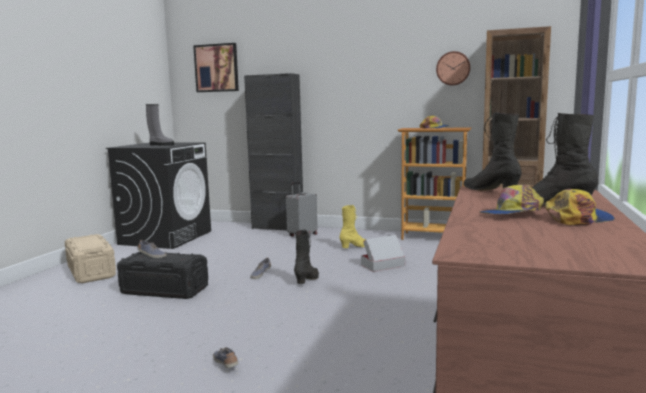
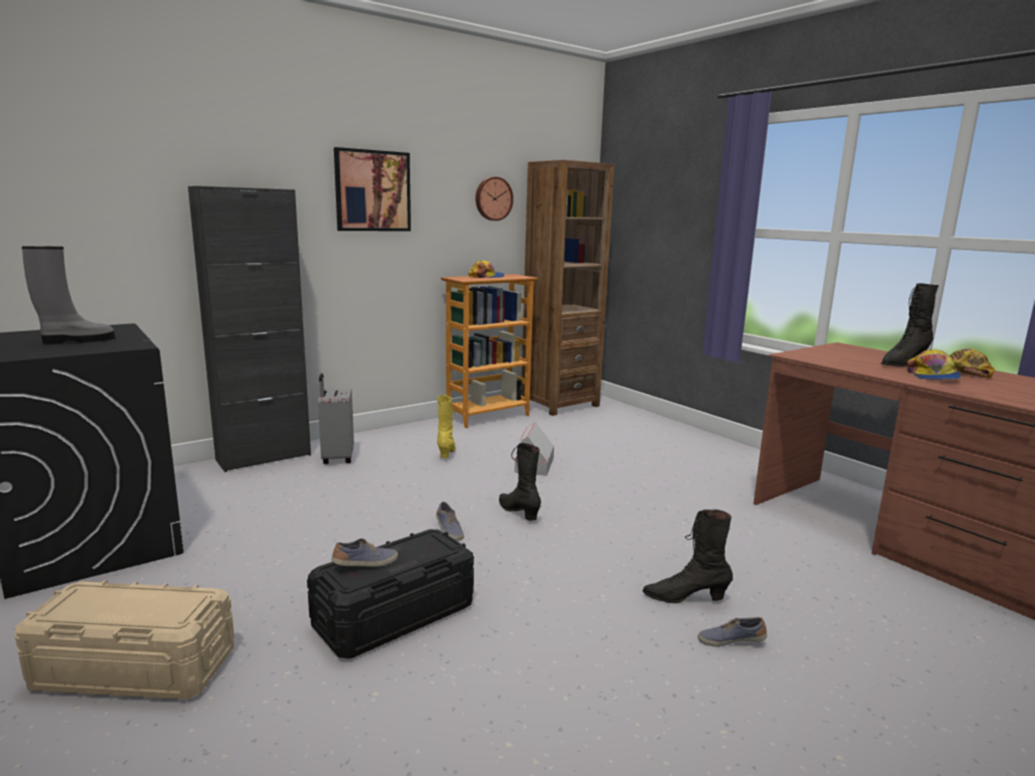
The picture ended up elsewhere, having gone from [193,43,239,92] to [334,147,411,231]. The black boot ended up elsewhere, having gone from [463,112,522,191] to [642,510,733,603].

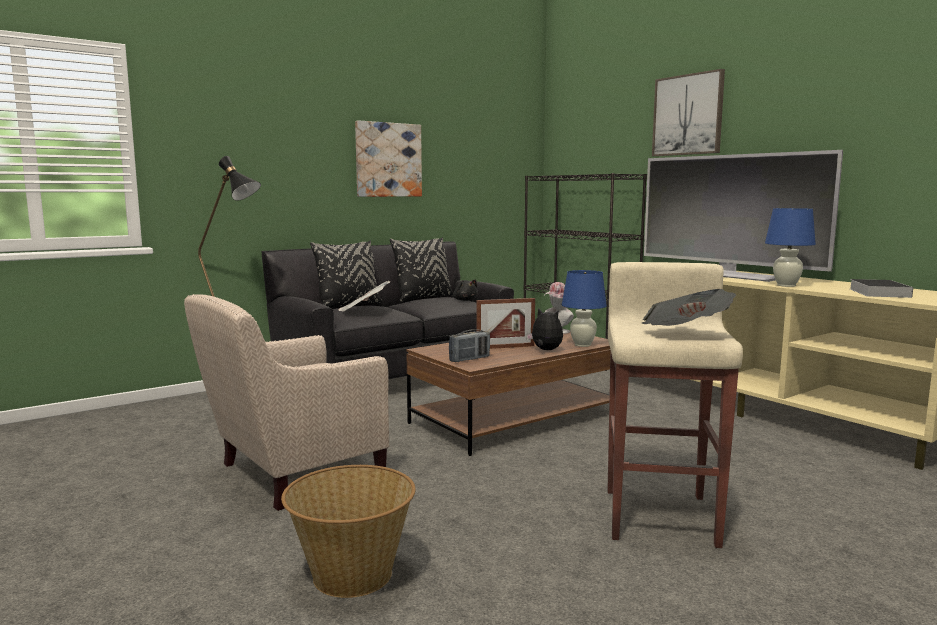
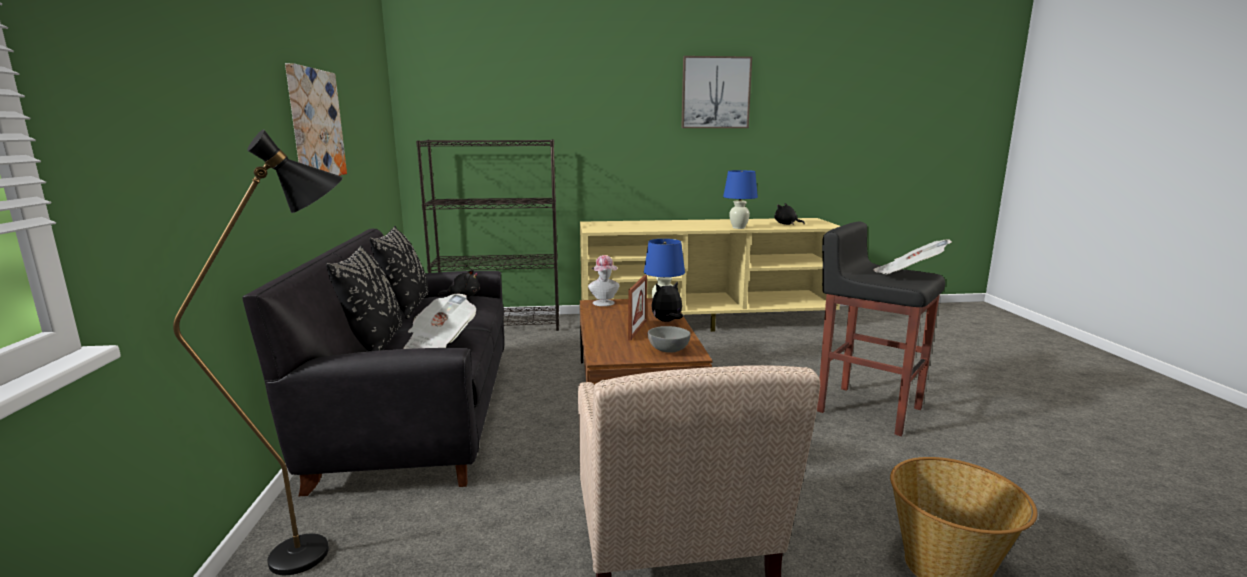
The picture ended up elsewhere, having gone from [652,69,725,156] to [681,56,752,128]. The second view lost the television at [644,150,843,282]. What was the beige stool at [608,262,743,548] turned into the black stool at [817,222,945,436]. Where the book stood at [850,279,913,298], the black plush toy came to stand at [774,203,805,225]. Where the radio stood at [449,329,490,362], the grey bowl came to stand at [647,326,691,353].

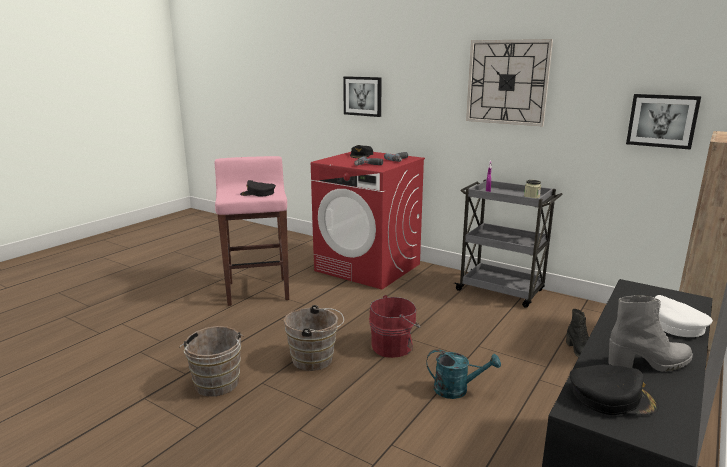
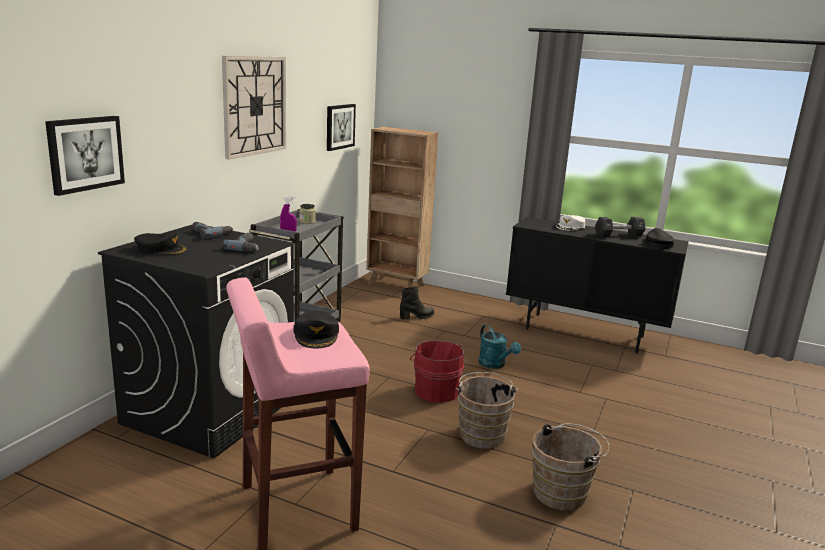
What was the red washing machine at [311,152,425,289] turned into the black washing machine at [98,225,294,458]. Where the grey boot stood at [608,295,693,372], the black dumbbell came to stand at [595,217,646,237]. The turquoise watering can at [426,349,501,399] ended up facing another way, 150 degrees clockwise from before.

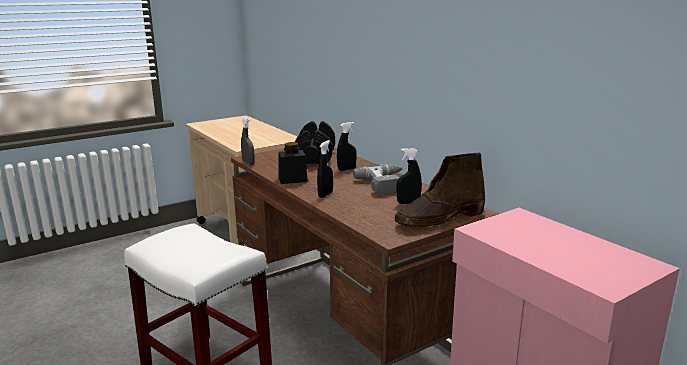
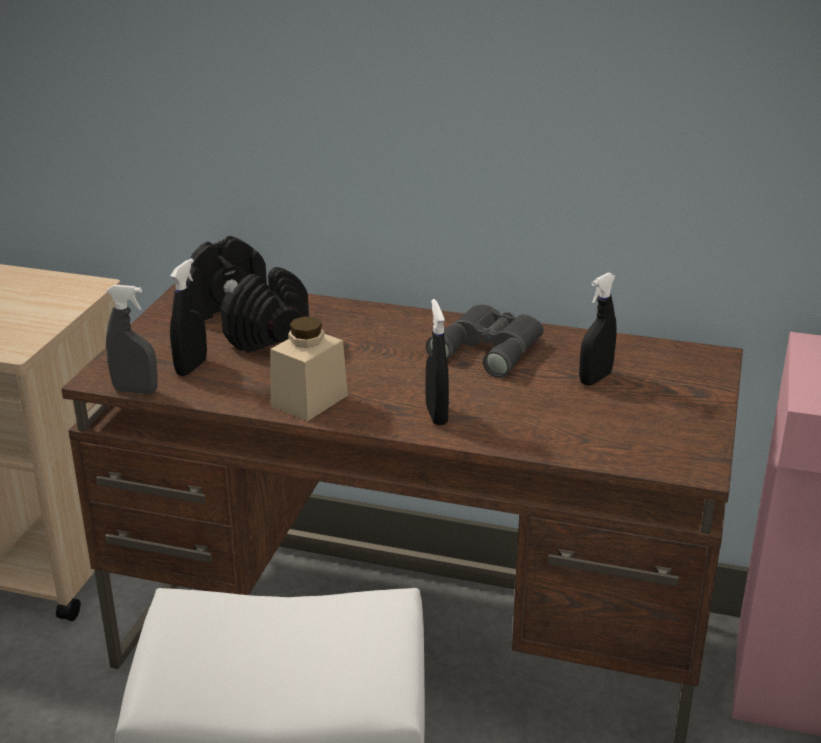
The black spray bottle ended up elsewhere, having gone from [337,122,357,171] to [170,258,207,376]. What was the black jar at [278,142,308,184] turned into the beige jar at [270,316,348,421]. The second view lost the brown boot at [395,153,485,228]. Where the power drill stood at [353,165,403,194], the grey binoculars came to stand at [426,304,544,378].

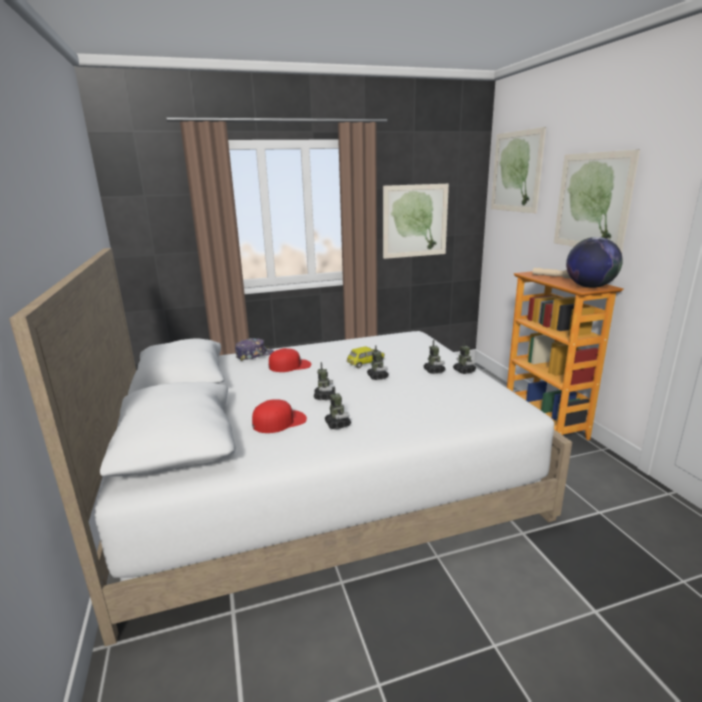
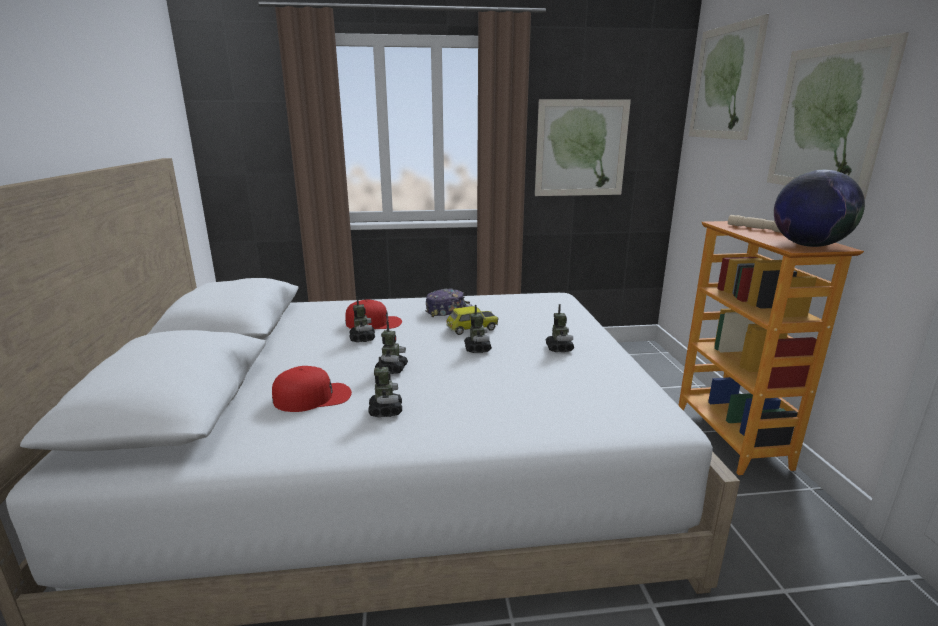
The cap ended up elsewhere, having gone from [235,338,274,361] to [425,288,473,317]. The toy robot ended up elsewhere, having gone from [453,340,477,374] to [350,296,375,342].

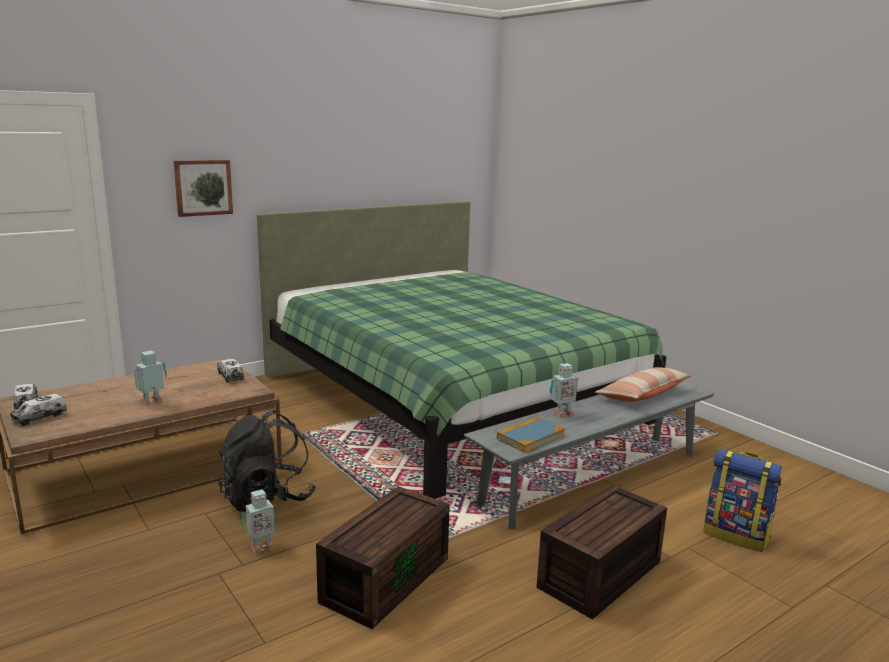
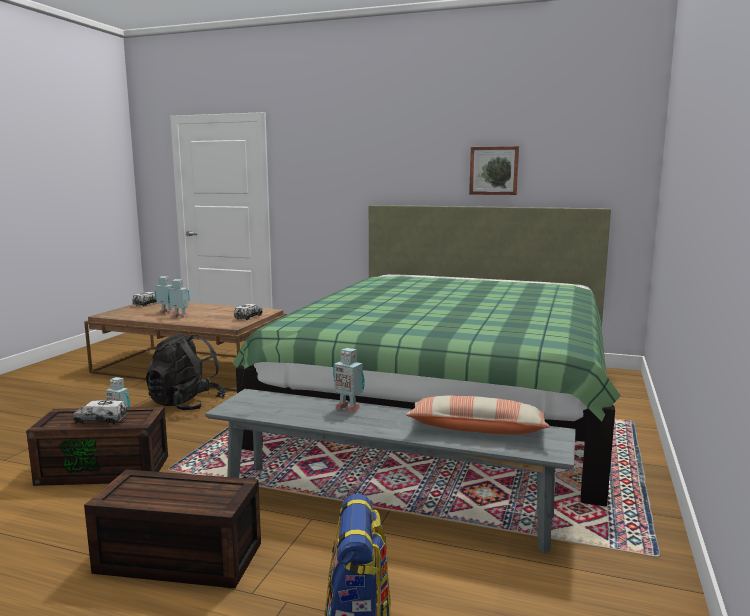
The picture ended up elsewhere, having gone from [174,160,233,217] to [469,146,519,195]. The toy truck ended up elsewhere, having gone from [10,393,67,426] to [73,400,127,424]. The second view lost the book at [497,417,565,453]. The second view gained the toy robot at [155,276,175,314].

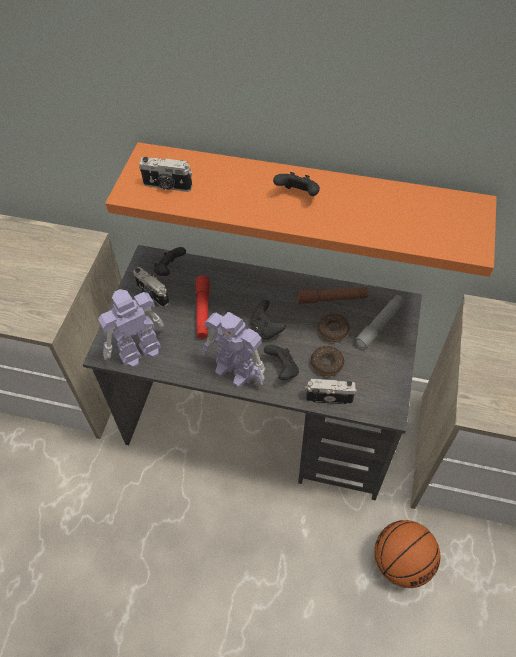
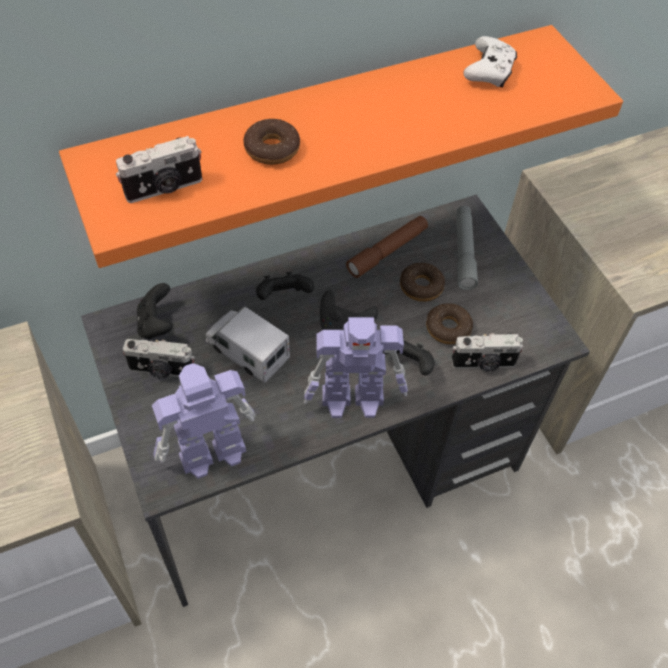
The black game controller ended up elsewhere, having gone from [273,172,320,196] to [256,272,314,300]. Where the red flashlight stood at [196,275,209,339], the toy truck came to stand at [206,307,290,384]. The toy robot at [98,289,164,368] ended up facing another way, 45 degrees clockwise from before. The photo camera at [305,379,357,404] ended up facing another way, 150 degrees counterclockwise from before. The second view lost the basketball at [374,520,440,588]. The second view gained the white game controller at [463,36,517,87]. The second view gained the donut at [244,119,300,165].

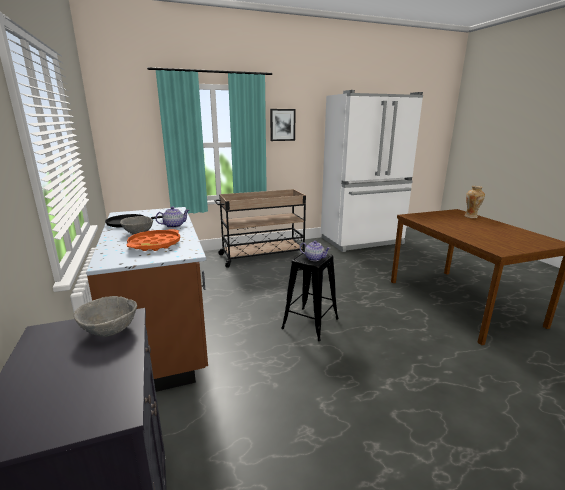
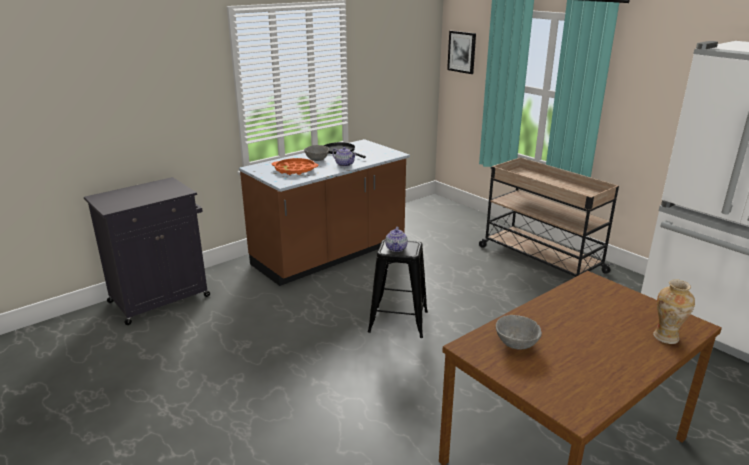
The picture ended up elsewhere, having gone from [270,109,296,141] to [447,31,476,74]. The grey bowl ended up elsewhere, having gone from [74,296,137,337] to [496,315,542,350].

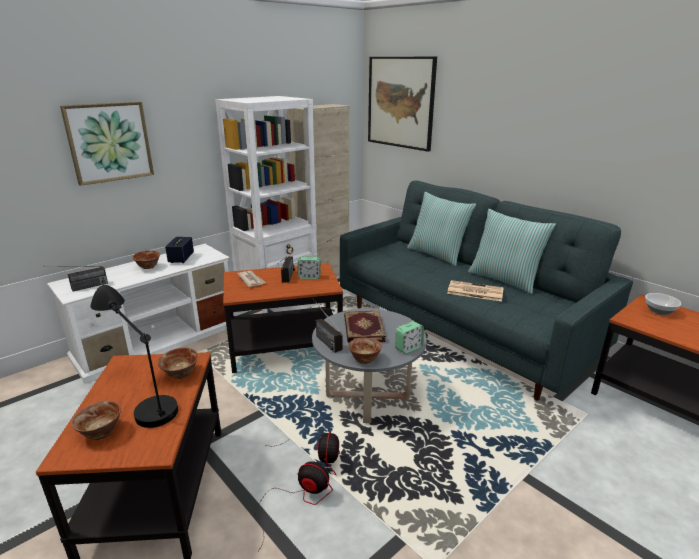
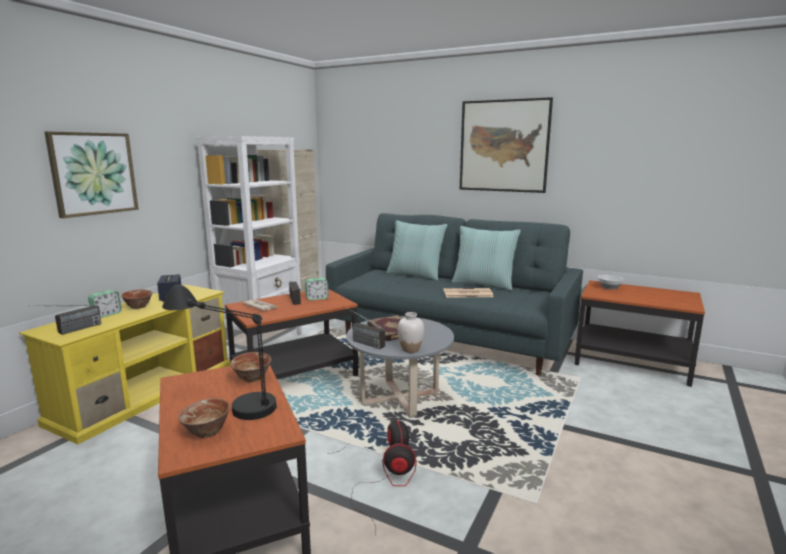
The picture ended up elsewhere, having gone from [368,57,437,152] to [460,97,553,193]. What was the white tv stand at [47,244,234,383] turned into the yellow tv stand at [19,285,230,444]. The alarm clock ended up elsewhere, having gone from [395,321,424,354] to [88,290,122,318]. Where the bowl stood at [348,337,382,364], the white vase came to stand at [398,312,424,353].

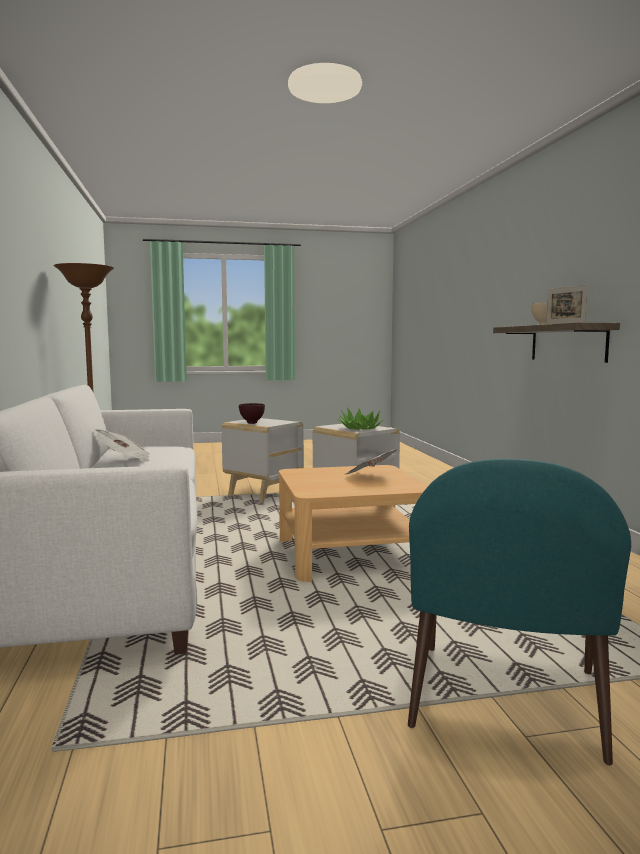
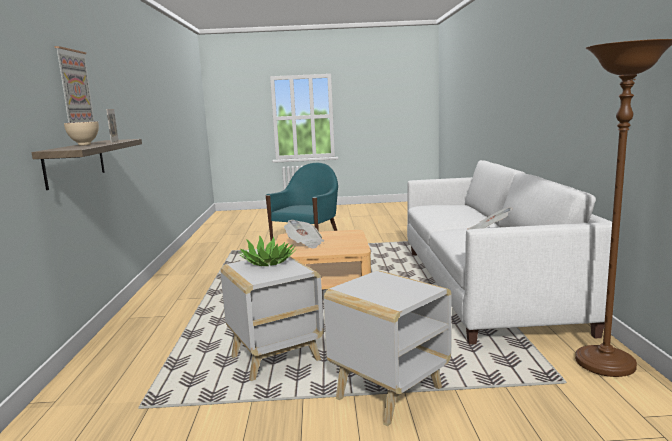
The second view lost the brown bowl at [239,403,265,424]. The second view gained the picture at [55,46,95,123].

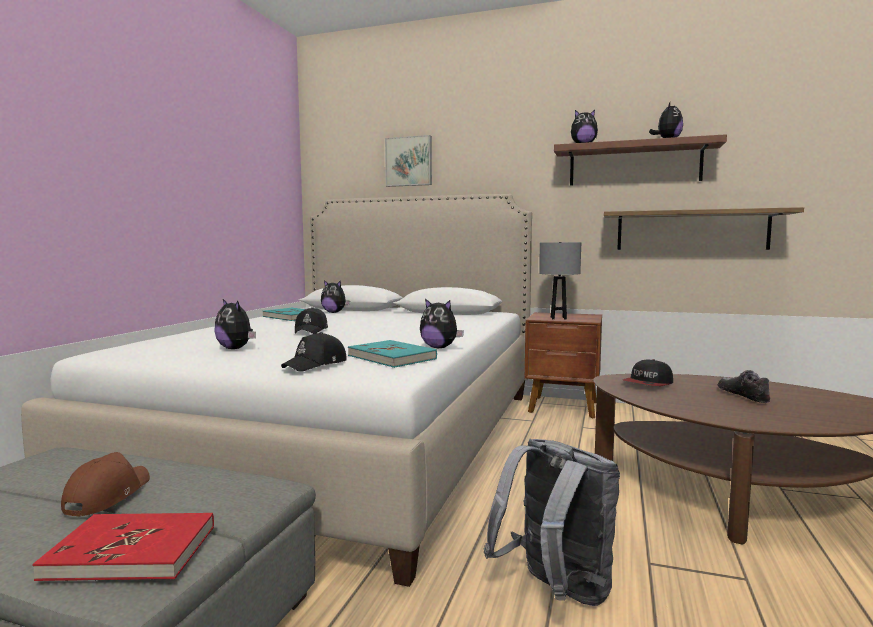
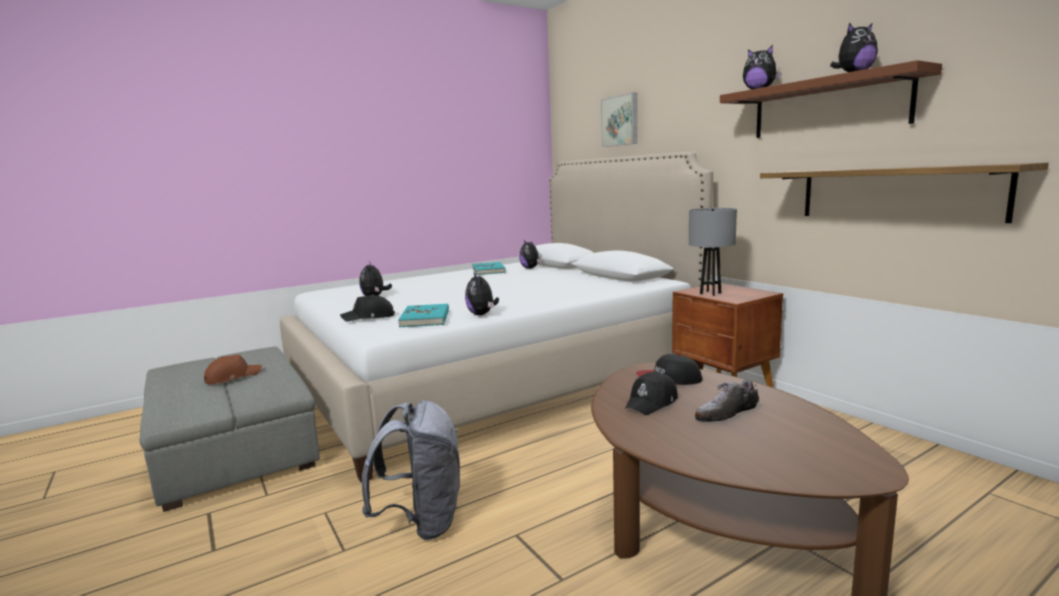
The black cap ended up elsewhere, having gone from [295,307,328,334] to [625,372,678,415]. The shoe at [717,370,770,403] ended up facing another way, 150 degrees counterclockwise from before. The second view lost the red book at [32,513,214,581].

